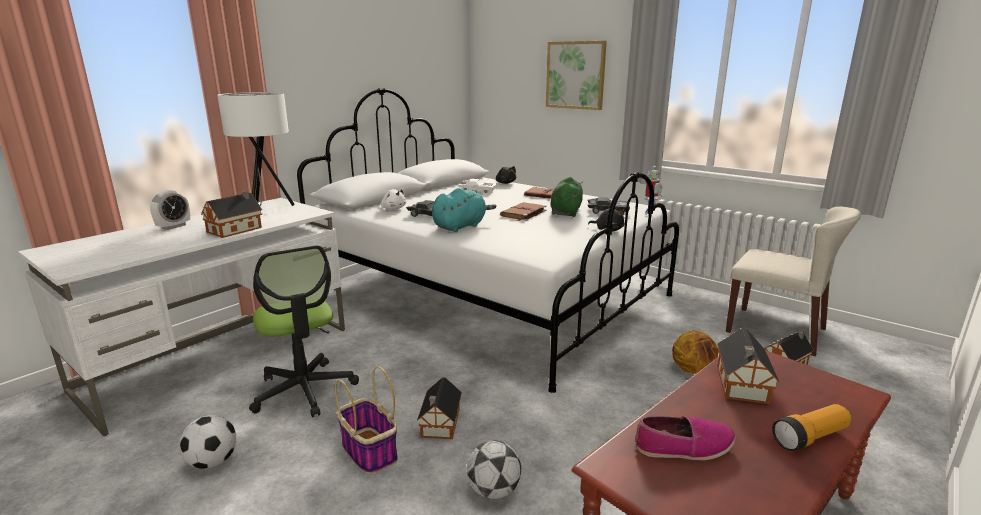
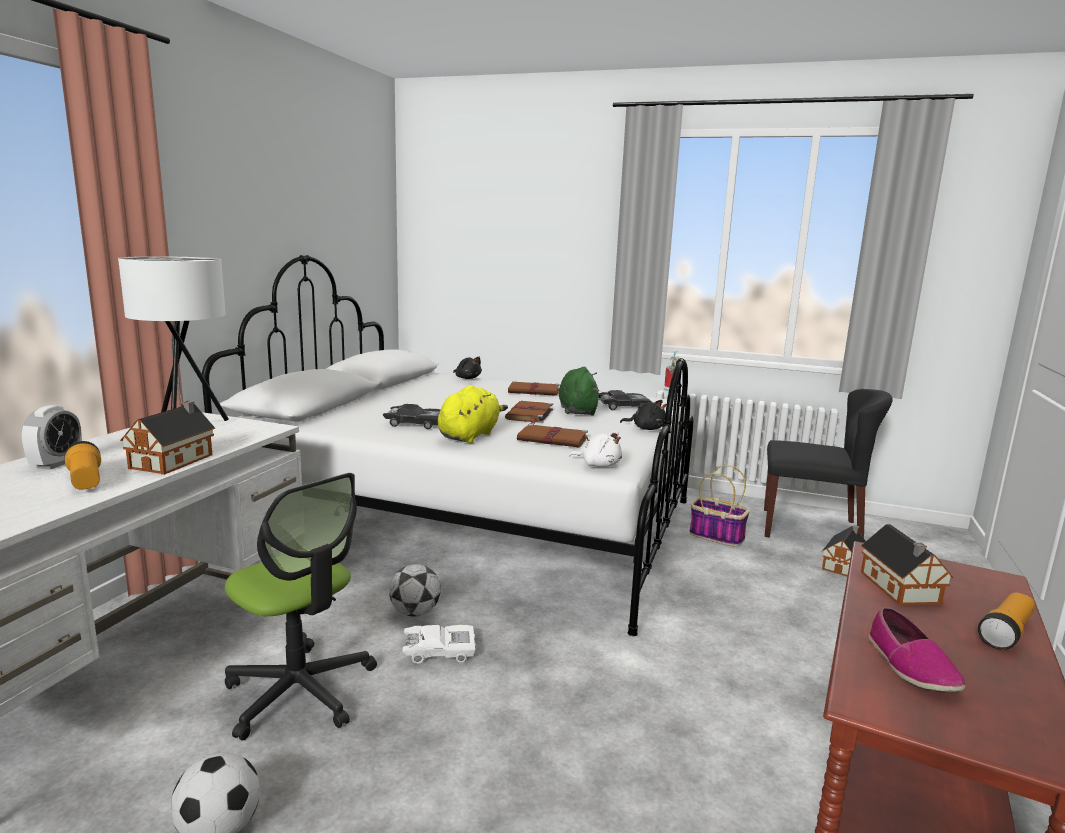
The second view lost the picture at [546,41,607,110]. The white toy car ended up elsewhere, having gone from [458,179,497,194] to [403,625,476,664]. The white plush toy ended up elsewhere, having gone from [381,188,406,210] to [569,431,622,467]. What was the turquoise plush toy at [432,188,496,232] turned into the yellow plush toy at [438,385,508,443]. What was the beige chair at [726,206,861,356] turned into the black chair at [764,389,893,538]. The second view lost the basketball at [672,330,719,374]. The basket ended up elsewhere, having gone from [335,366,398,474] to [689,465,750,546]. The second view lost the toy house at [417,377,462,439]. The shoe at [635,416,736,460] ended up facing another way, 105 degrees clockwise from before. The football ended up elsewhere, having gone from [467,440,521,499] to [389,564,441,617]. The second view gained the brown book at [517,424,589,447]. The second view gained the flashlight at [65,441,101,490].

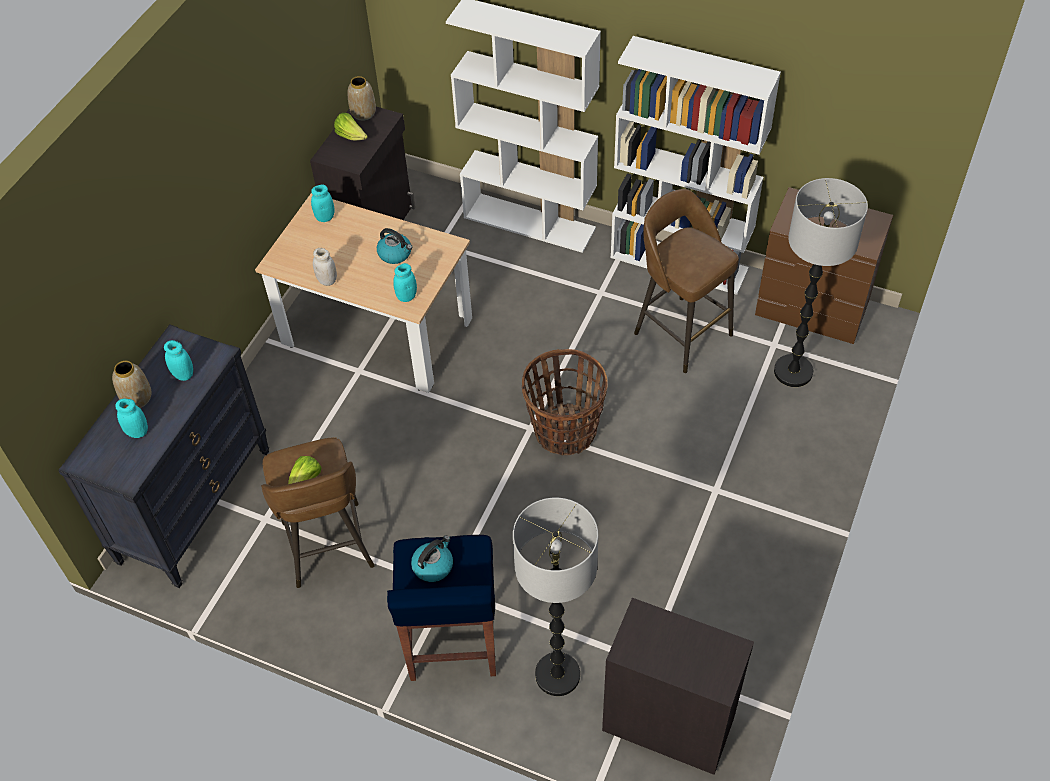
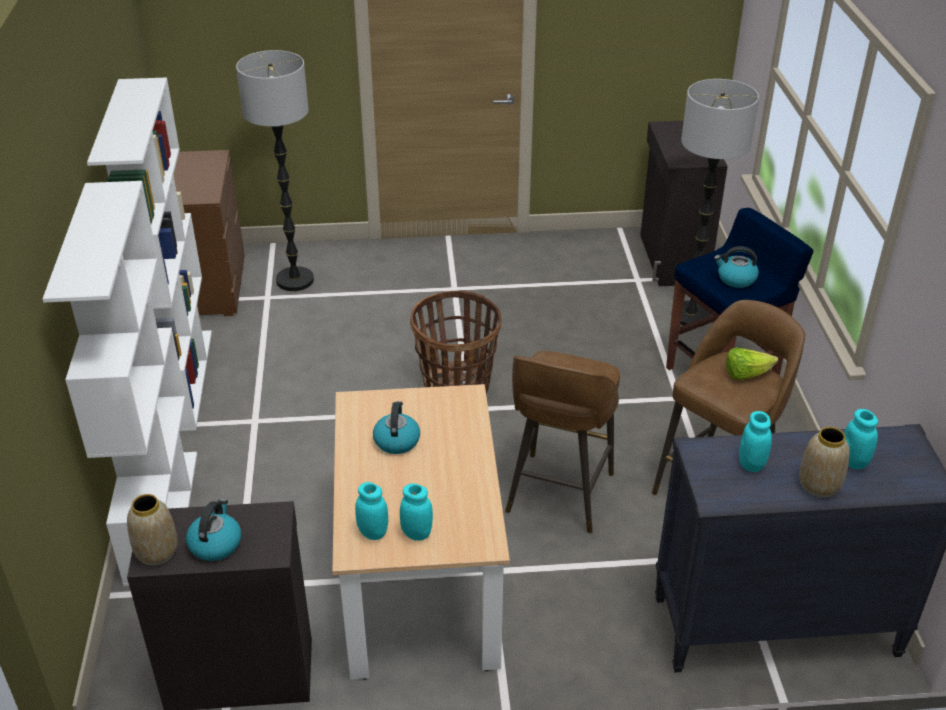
Where the lettuce stood at [334,113,368,140], the kettle came to stand at [186,499,241,561]. The brown stool ended up elsewhere, having gone from [634,189,739,373] to [505,351,620,533]. The second view lost the white jar at [313,248,337,286]. The turquoise jar ended up elsewhere, having gone from [393,263,417,302] to [400,483,433,541].

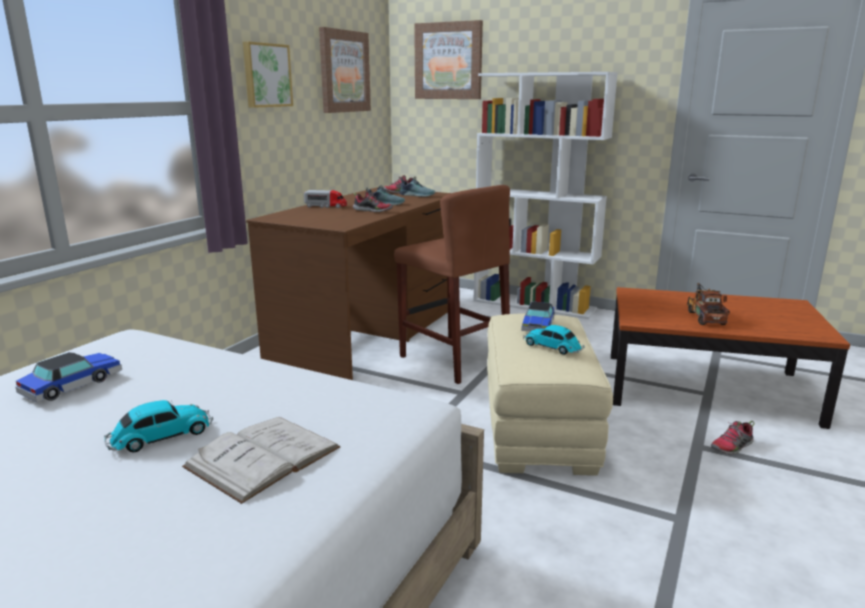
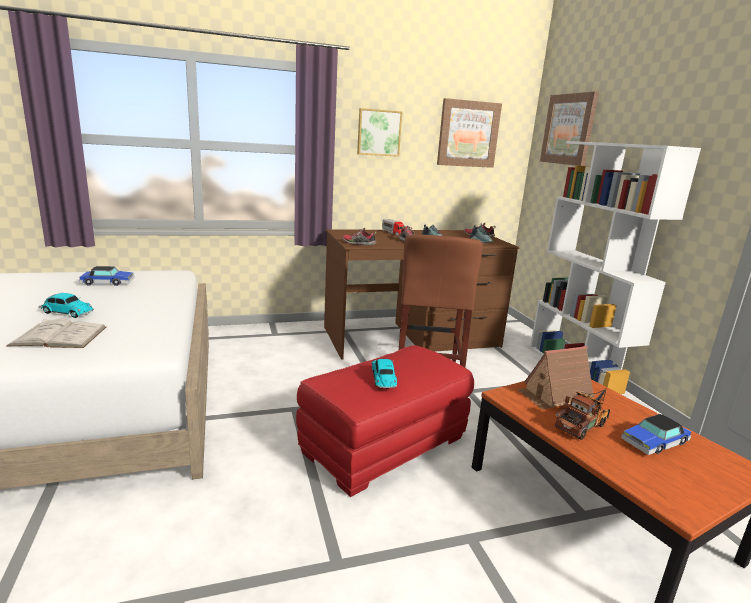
The toy car ended up elsewhere, having gone from [521,302,555,332] to [621,414,691,455]. What was the beige ottoman at [487,313,613,476] turned into the red ottoman at [296,345,474,497]. The shoe ended up elsewhere, having gone from [711,421,754,455] to [342,228,376,245]. The second view gained the toy house at [517,346,594,409].

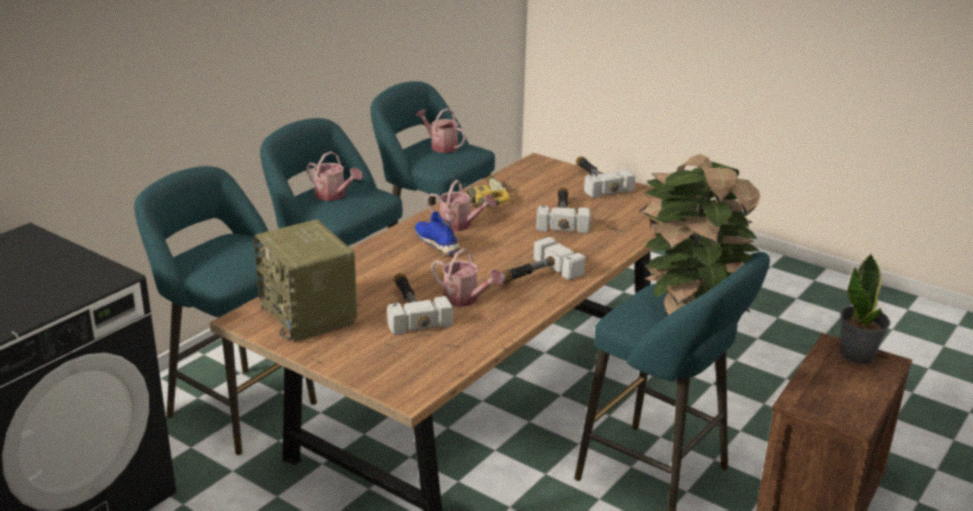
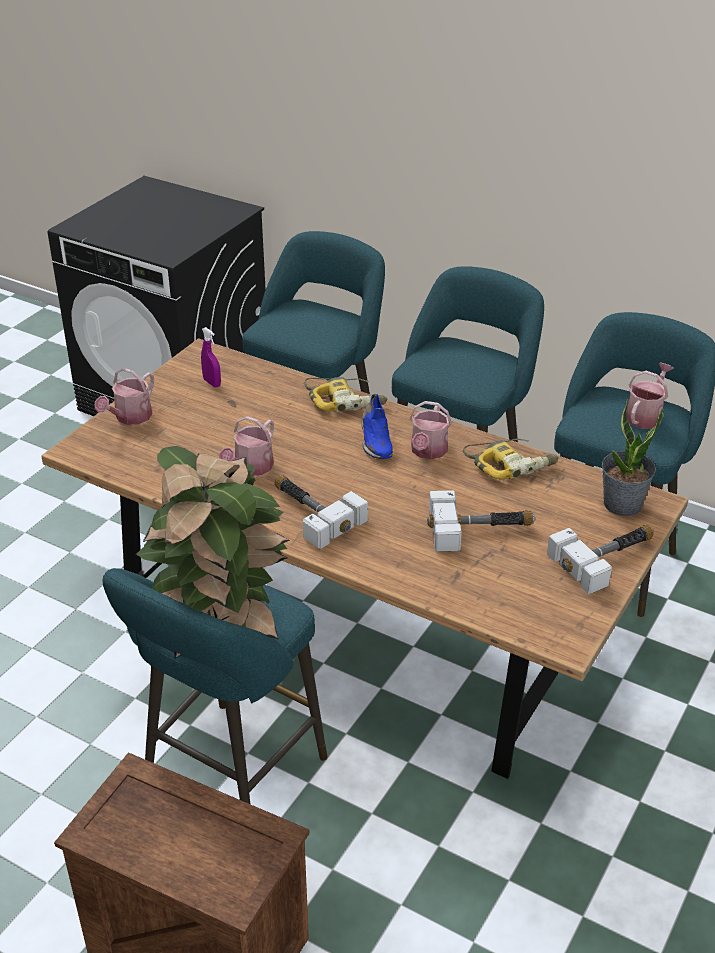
The watering can ended up elsewhere, having gone from [306,151,363,201] to [95,368,154,425]. The blue shoe at [415,211,460,255] ended up facing another way, 120 degrees clockwise from before. Where the radio stood at [254,220,357,342], the purple spray bottle came to stand at [201,327,221,387]. The potted plant ended up elsewhere, having gone from [840,253,890,364] to [602,398,664,516]. The second view lost the hammer at [387,273,453,335]. The second view gained the power drill at [304,377,388,412].

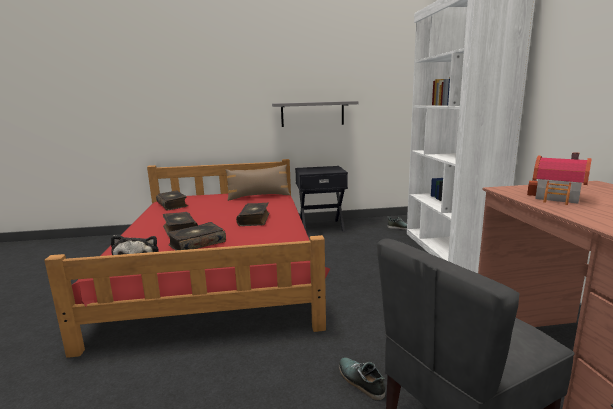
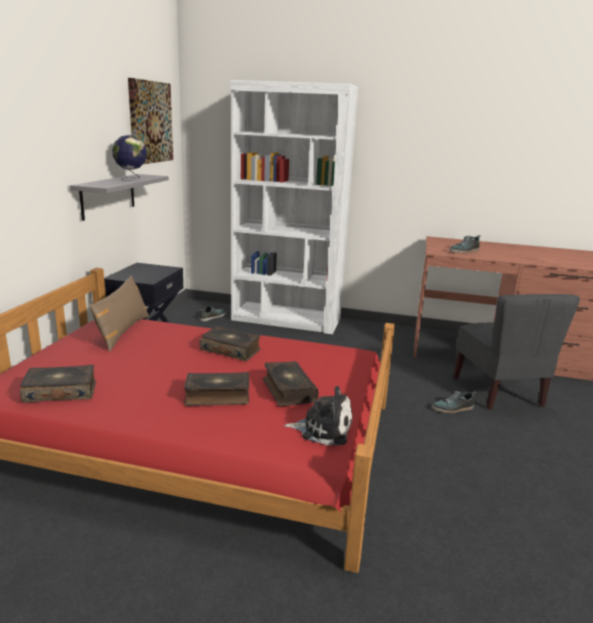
Where the toy house stood at [527,152,592,205], the shoe came to stand at [449,235,480,253]. The second view gained the picture at [128,78,173,164]. The second view gained the globe at [112,135,147,181].

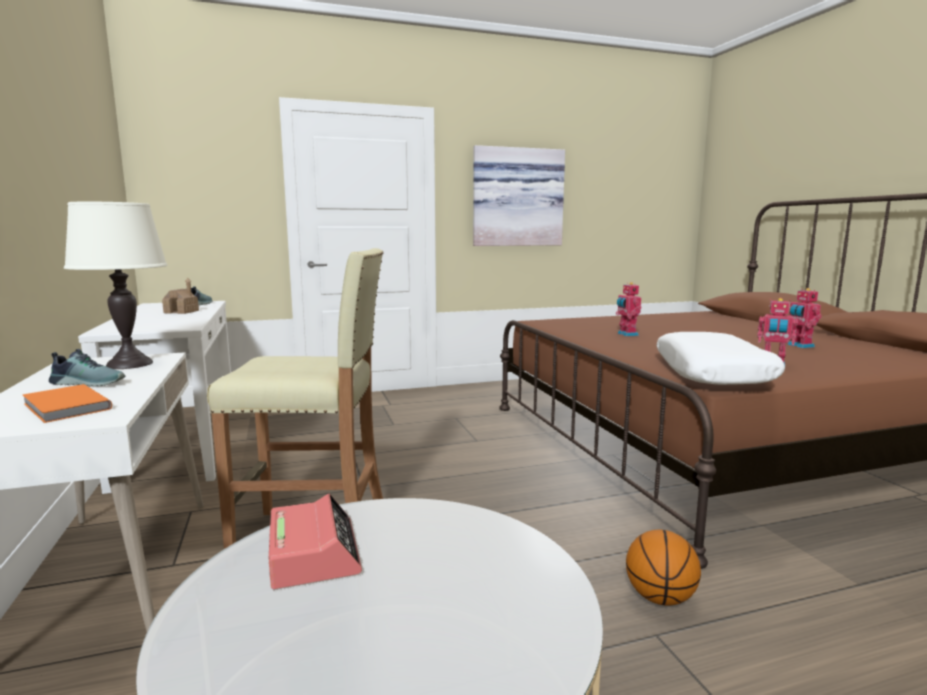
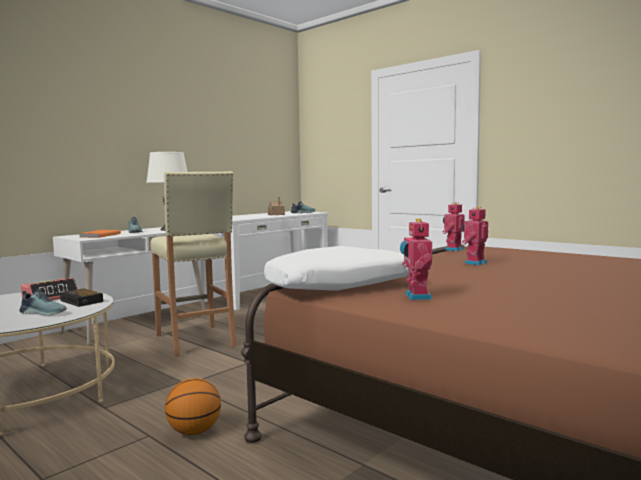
The second view lost the picture at [473,145,565,246]. The toy robot ended up elsewhere, having gone from [788,288,822,348] to [442,202,464,251]. The second view gained the alarm clock at [60,288,103,307]. The second view gained the shoe at [19,289,67,316].

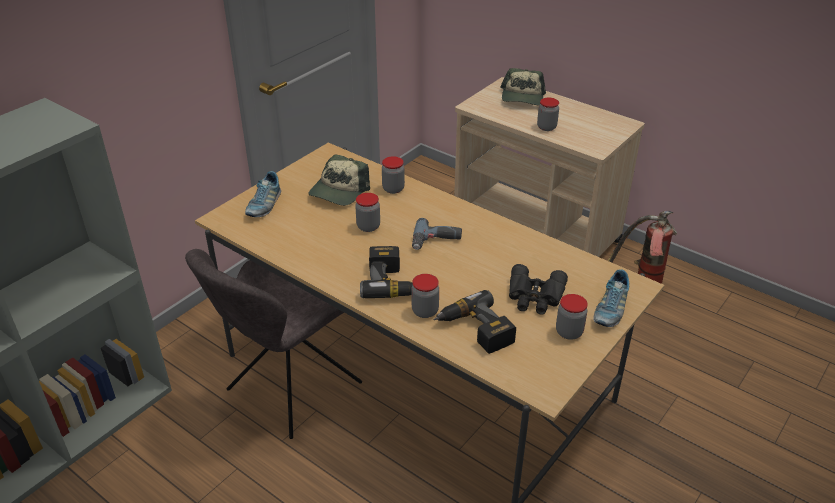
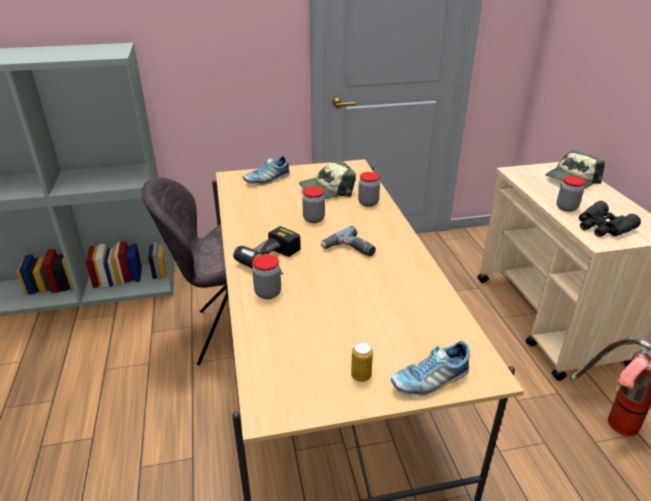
The black binoculars ended up elsewhere, having gone from [509,264,568,314] to [579,201,641,237]. The second view lost the power drill at [433,290,516,354]. Where the jar stood at [556,294,588,340], the can came to stand at [351,342,373,382].

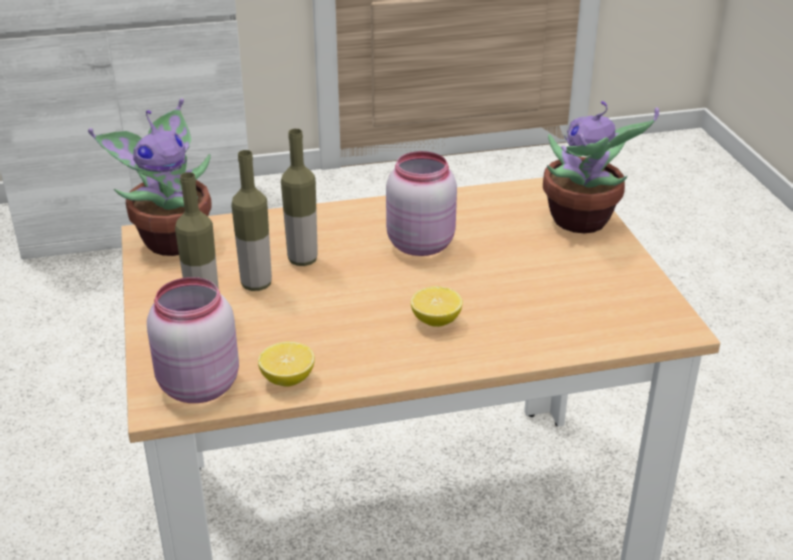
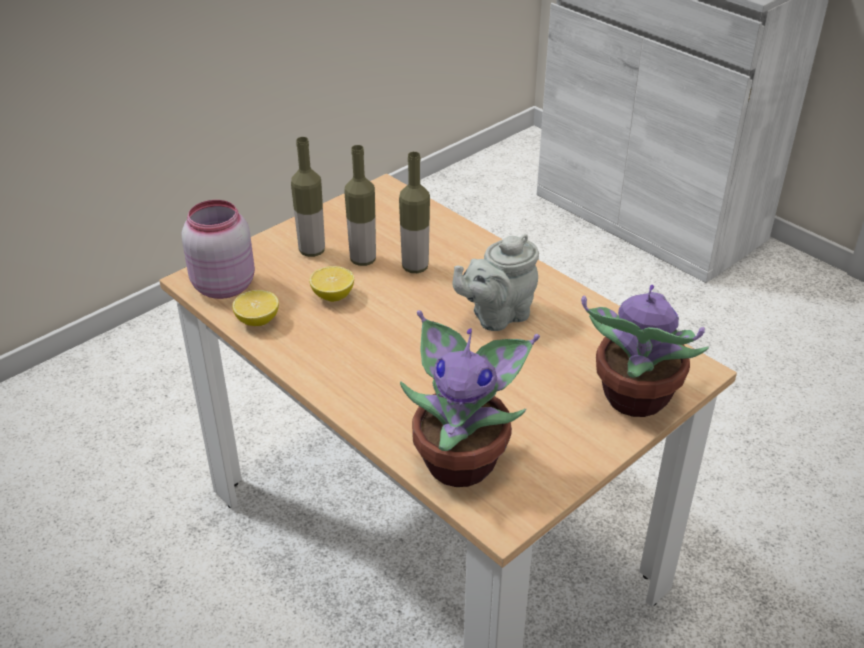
The potted plant ended up elsewhere, having gone from [88,98,212,256] to [400,310,540,487]. Where the pink jar stood at [386,151,457,256], the grey teapot came to stand at [453,234,539,331]. The lemon ended up elsewhere, having gone from [411,286,463,327] to [309,266,354,302].

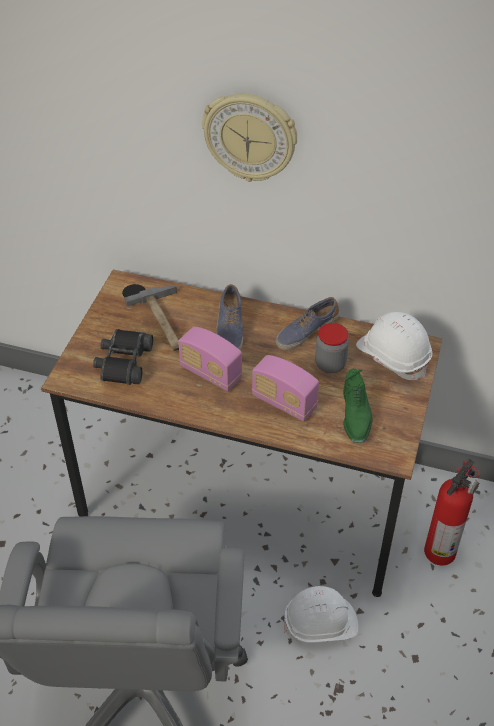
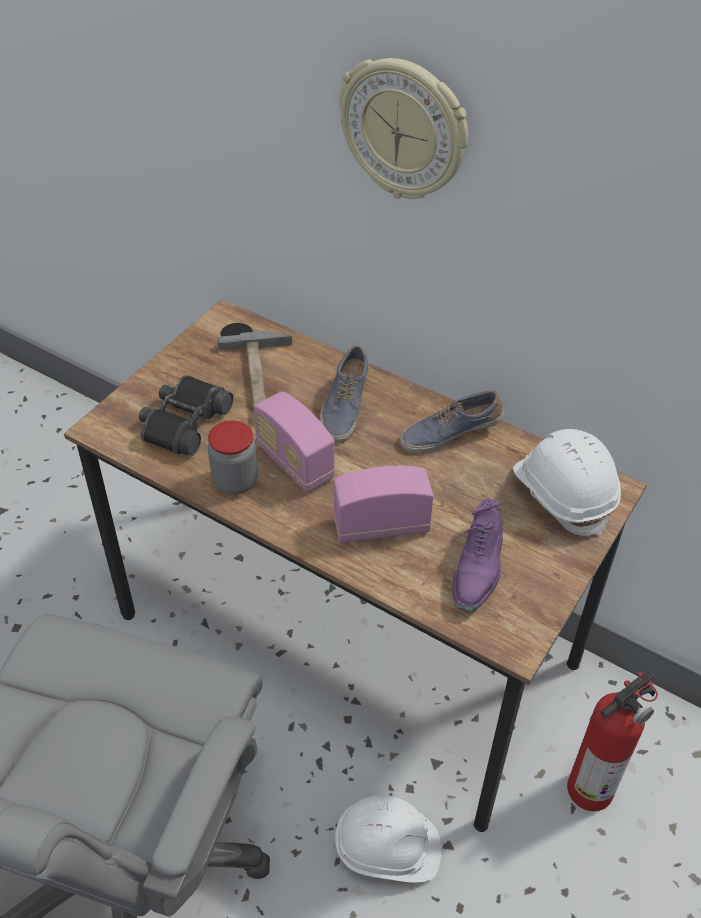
The jar ended up elsewhere, having gone from [315,323,349,373] to [208,420,258,495]. The radio at [252,355,319,422] ended up facing another way, 120 degrees clockwise from before. What was the green shoe at [343,368,373,443] turned into the purple shoe at [452,498,503,611].

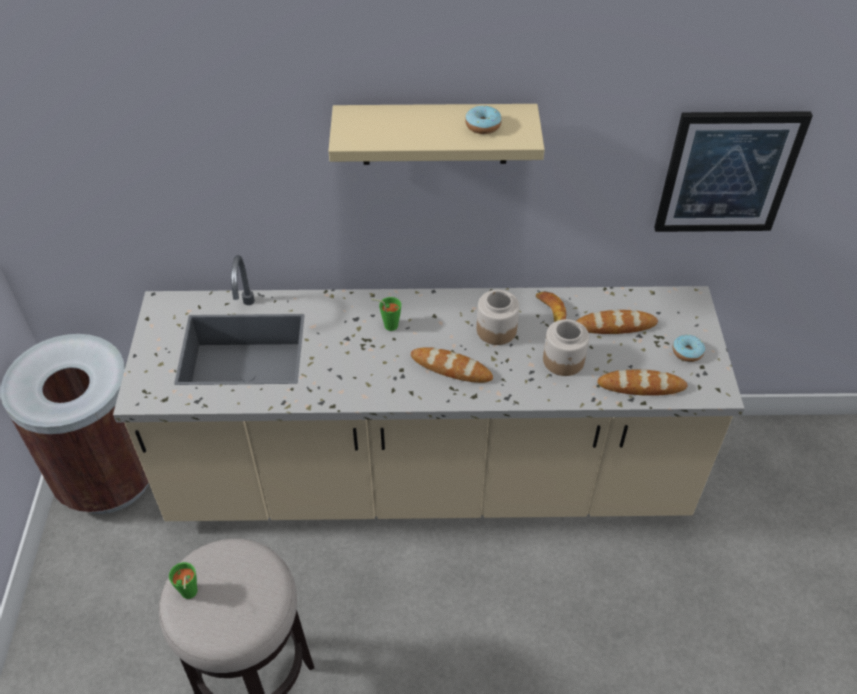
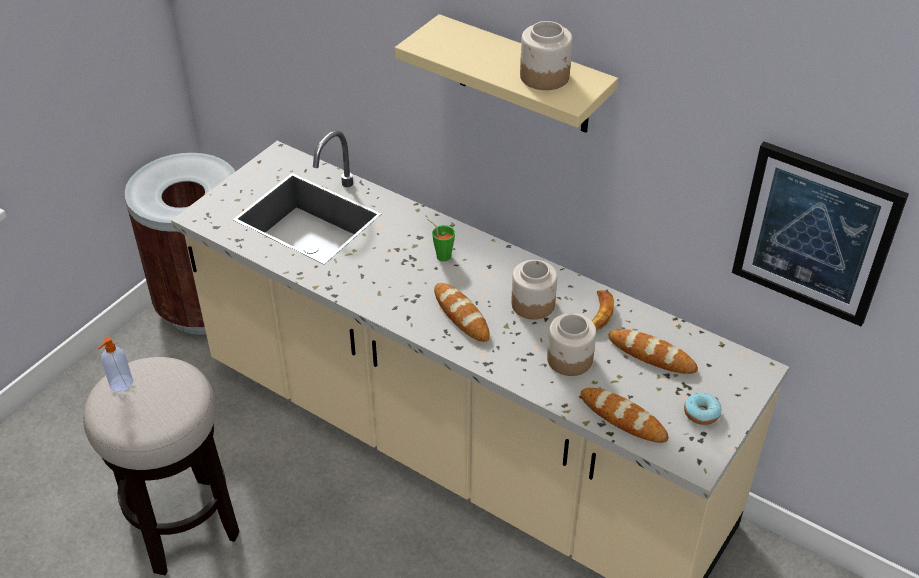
Where the donut stood at [465,105,502,134], the jar came to stand at [520,21,572,90]. Where the green cup stood at [169,562,197,599], the soap dispenser came to stand at [98,337,133,392].

